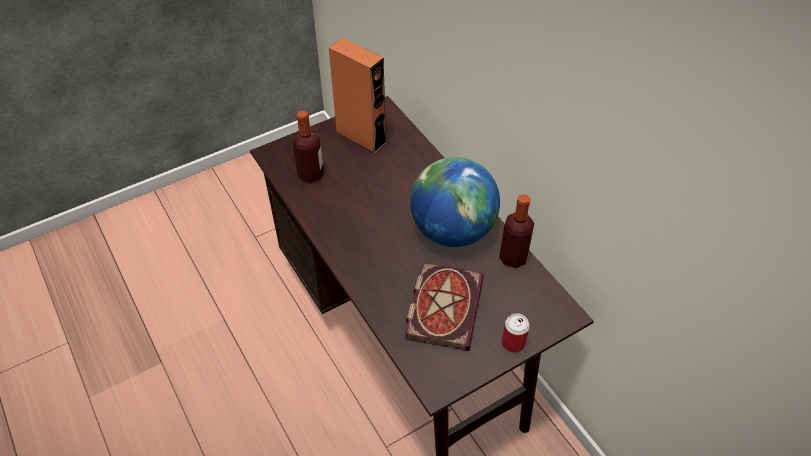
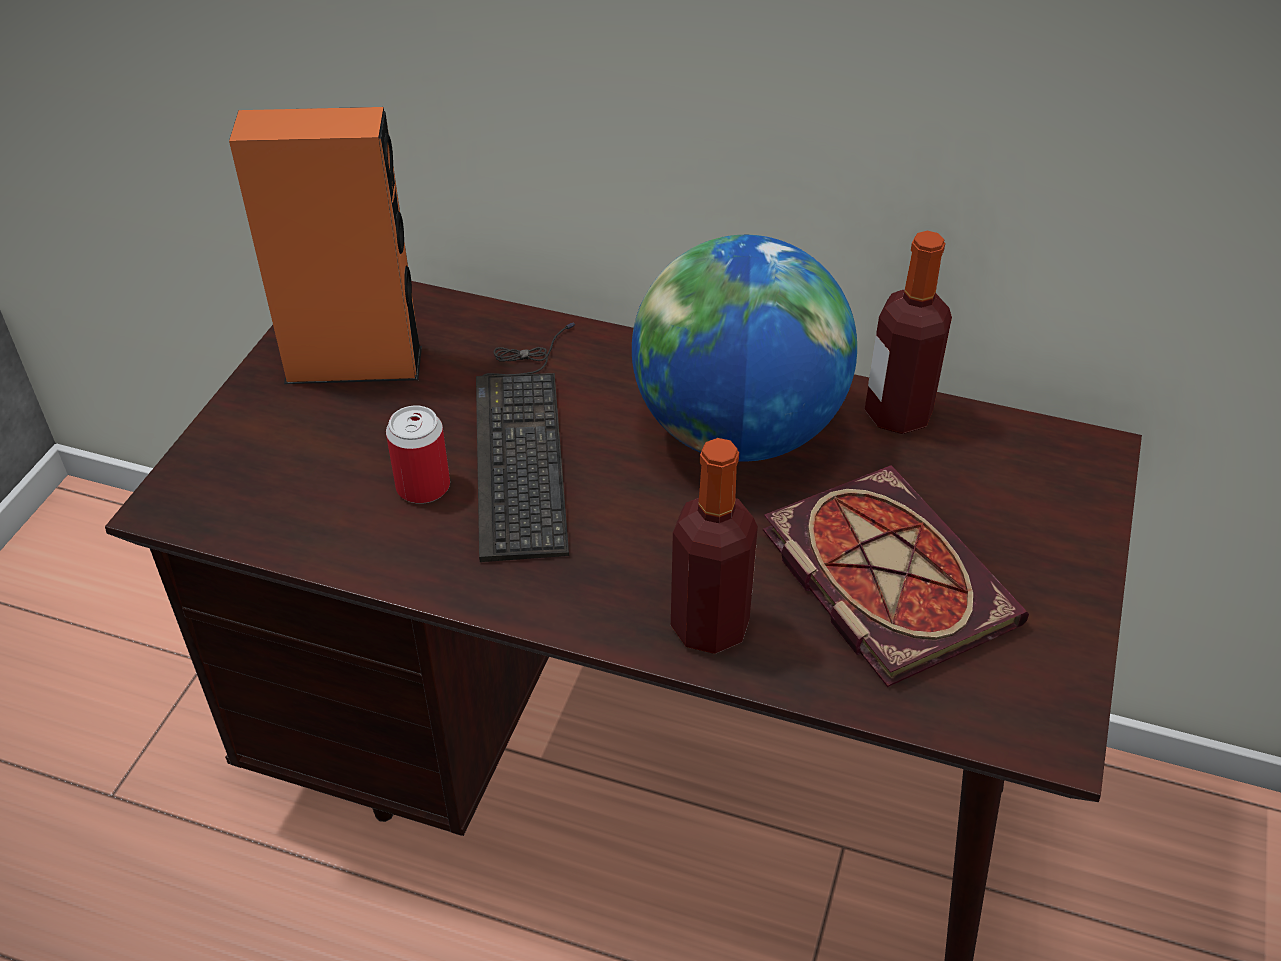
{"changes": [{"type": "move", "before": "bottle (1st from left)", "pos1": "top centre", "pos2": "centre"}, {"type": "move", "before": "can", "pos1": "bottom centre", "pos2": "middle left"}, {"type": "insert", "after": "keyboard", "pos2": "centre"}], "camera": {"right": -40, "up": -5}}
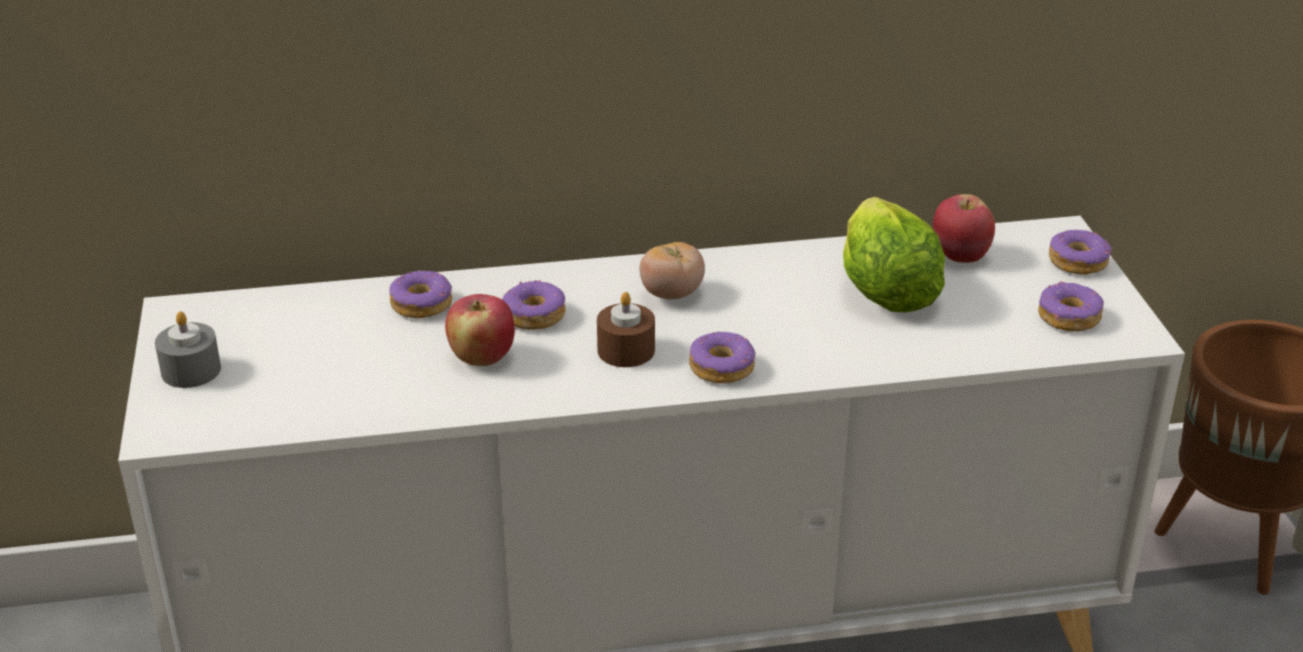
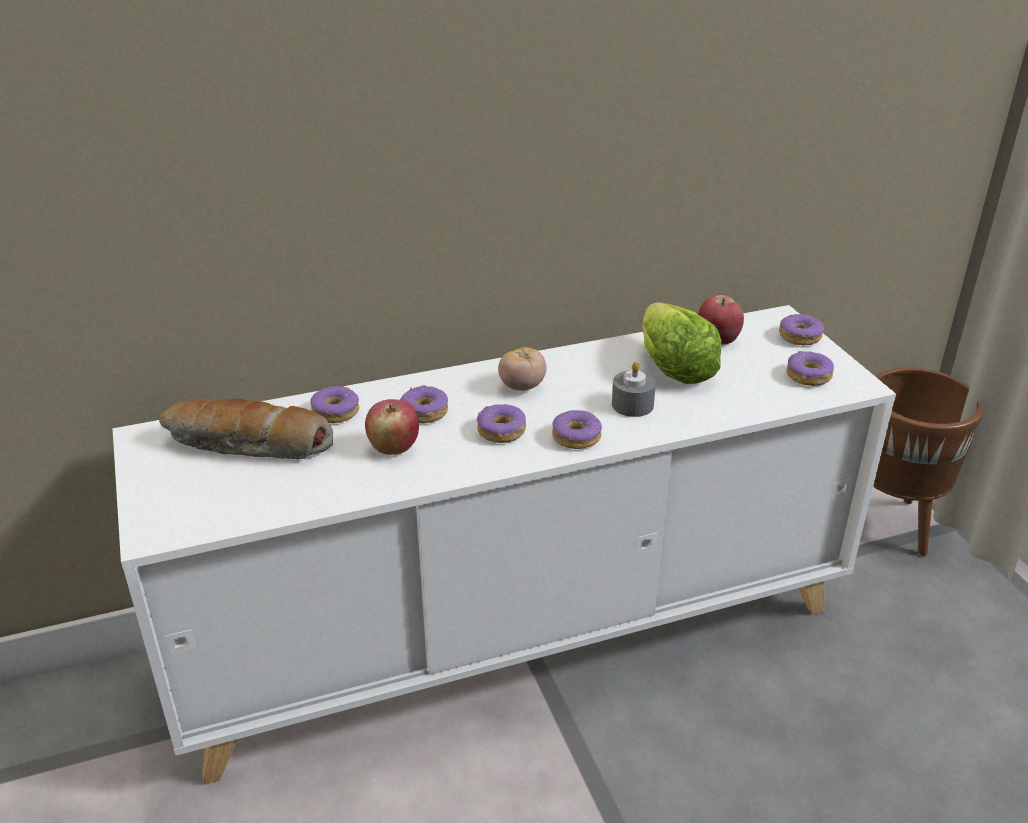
{"changes": [{"type": "move", "before": "grey candle", "pos1": "middle left", "pos2": "centre"}, {"type": "replace", "before": "brown candle", "after": "donut (3rd from left)", "pos1": "centre", "pos2": "centre"}, {"type": "insert", "after": "bread", "pos2": "middle left"}], "camera": {"right": -10, "up": 0}}
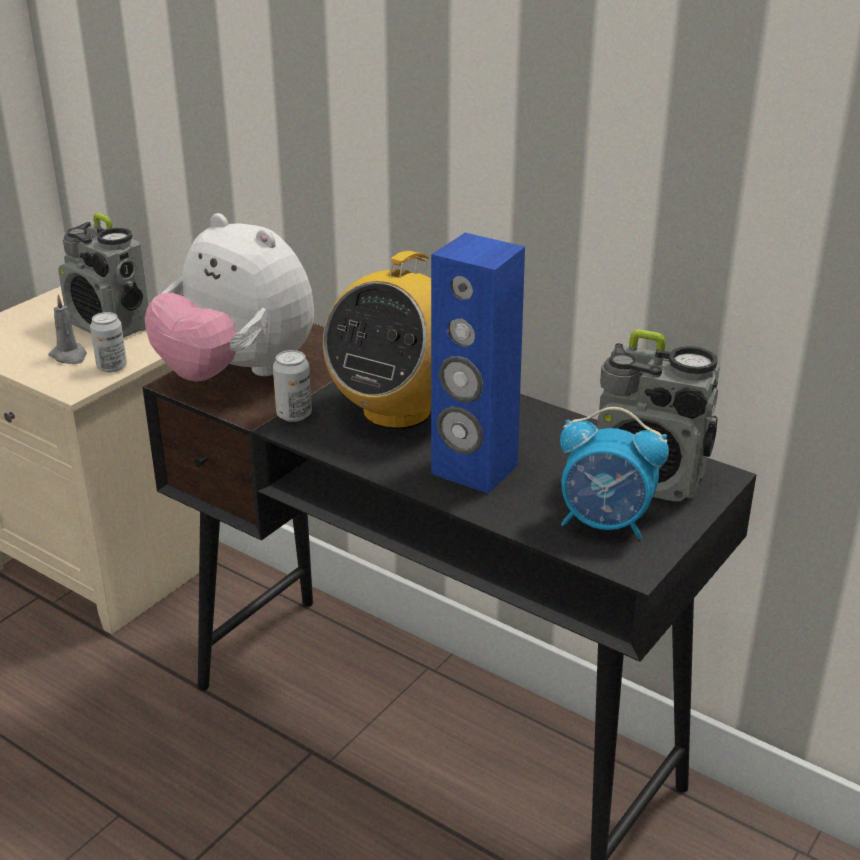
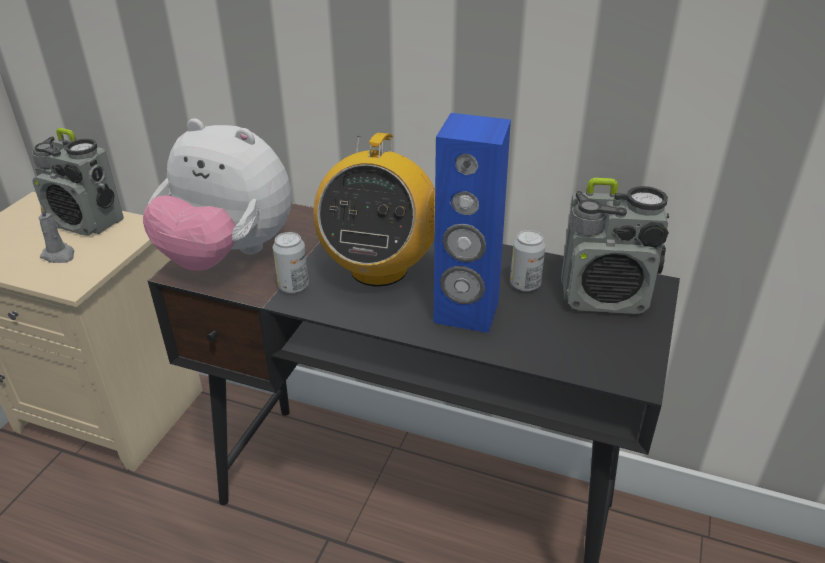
{"changes": [{"type": "move", "before": "can (1st from left in the first image)", "after": "can (2nd from left)", "pos1": "middle left", "pos2": "centre"}, {"type": "delete", "before": "alarm clock", "pos1": "middle right"}], "camera": {"right": -15, "up": 5}}
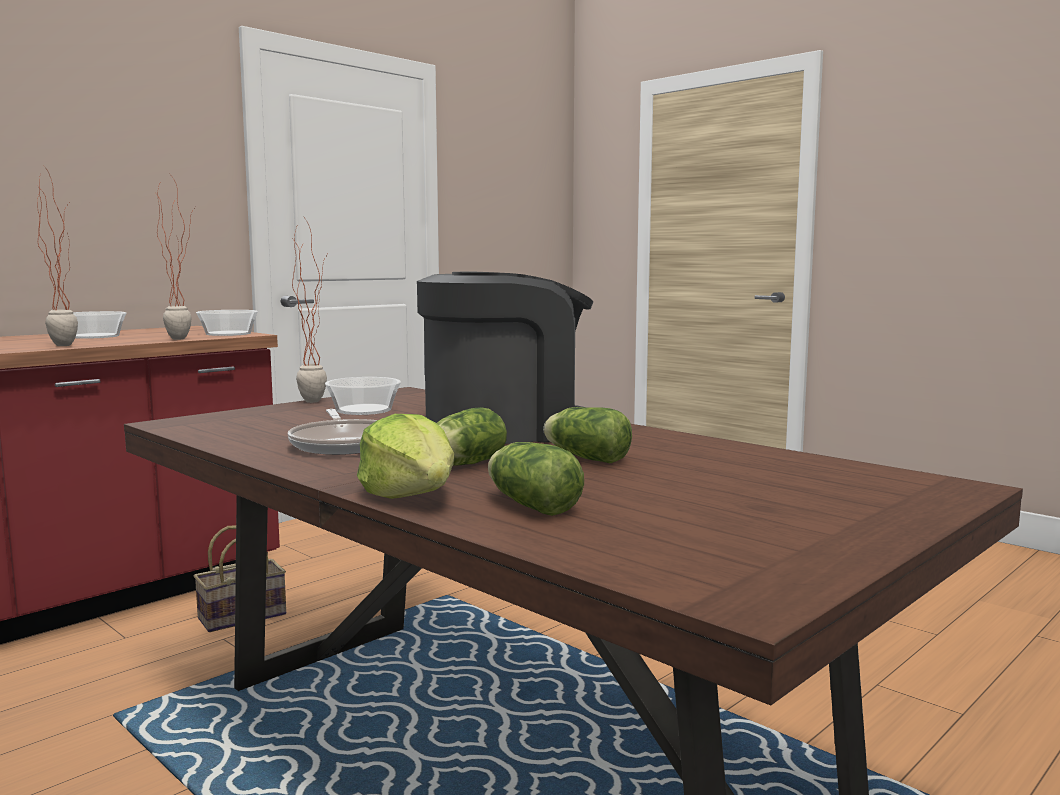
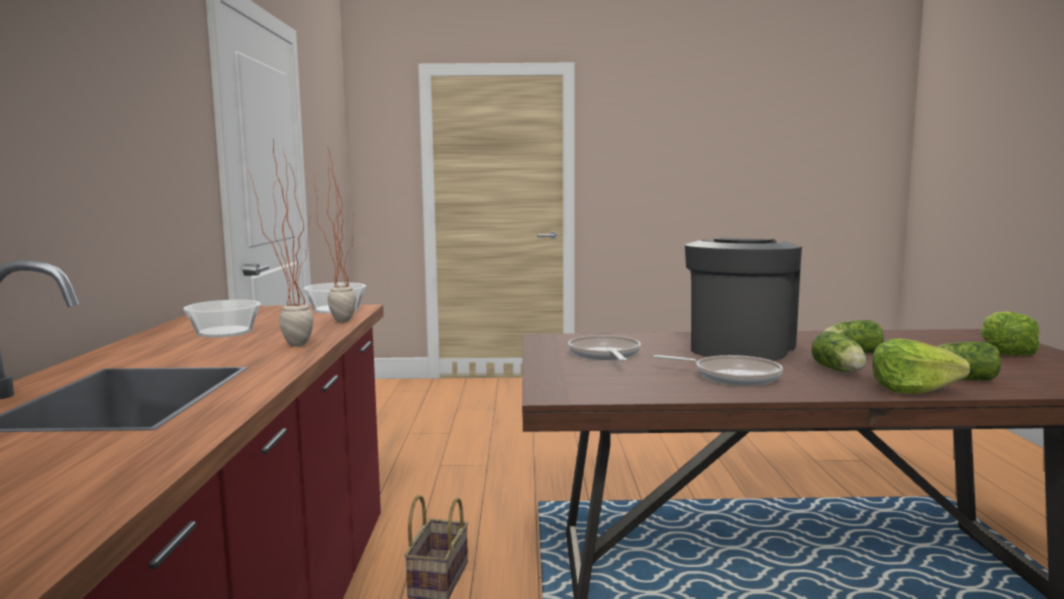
{"changes": [{"type": "delete", "before": "potted plant (3rd from left)", "pos1": "middle left"}, {"type": "replace", "before": "bowl (3rd from left)", "after": "frying pan (1st from left)", "pos1": "centre", "pos2": "centre"}, {"type": "insert", "after": "lettuce (5th from left)", "pos2": "middle right"}], "camera": {"right": -45, "up": 0}}
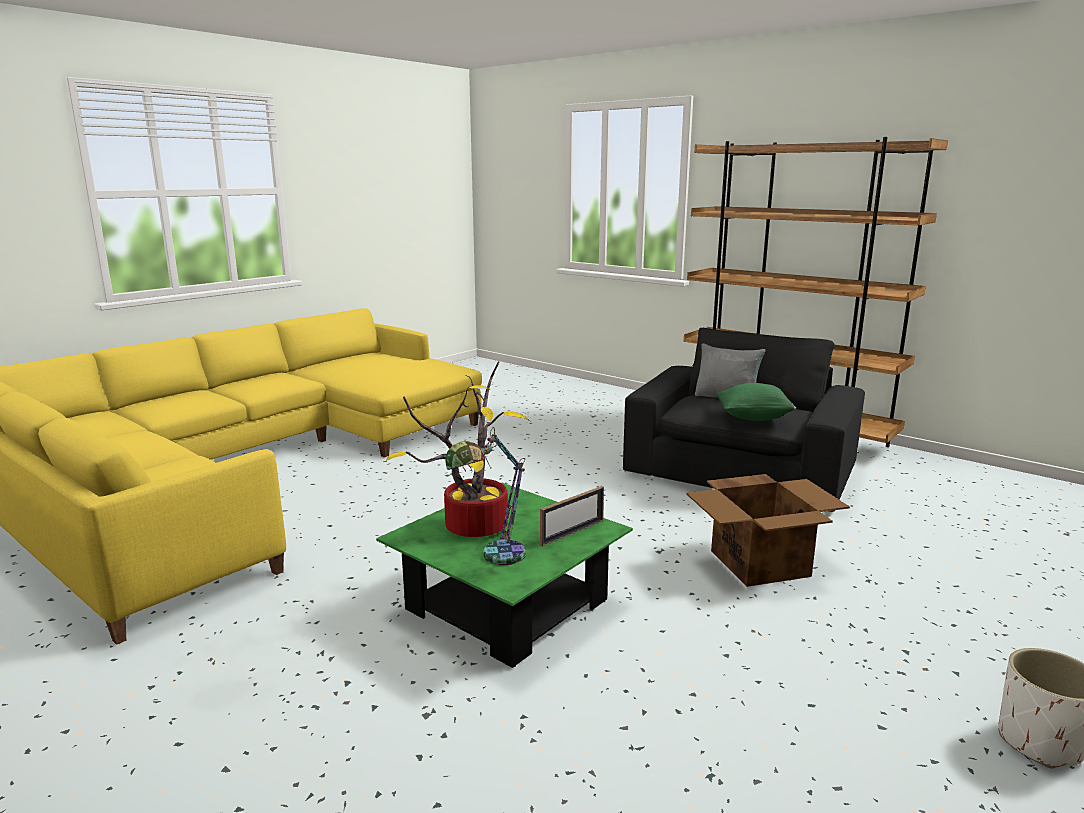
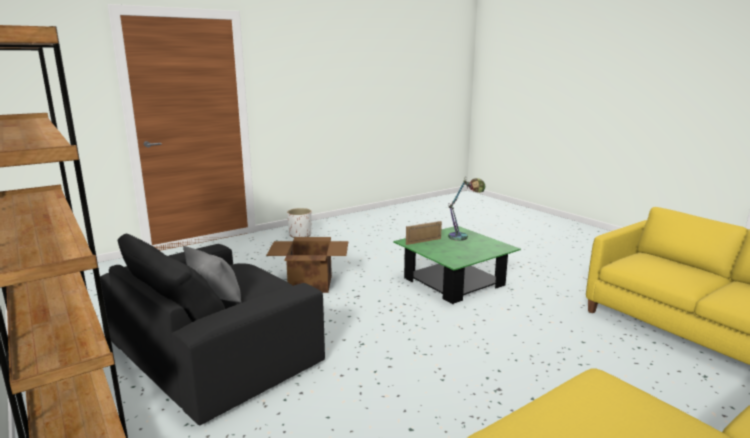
{"changes": [{"type": "delete", "before": "potted plant", "pos1": "centre"}, {"type": "delete", "before": "green pillow", "pos1": "middle right"}], "camera": {"right": -165, "up": 0}}
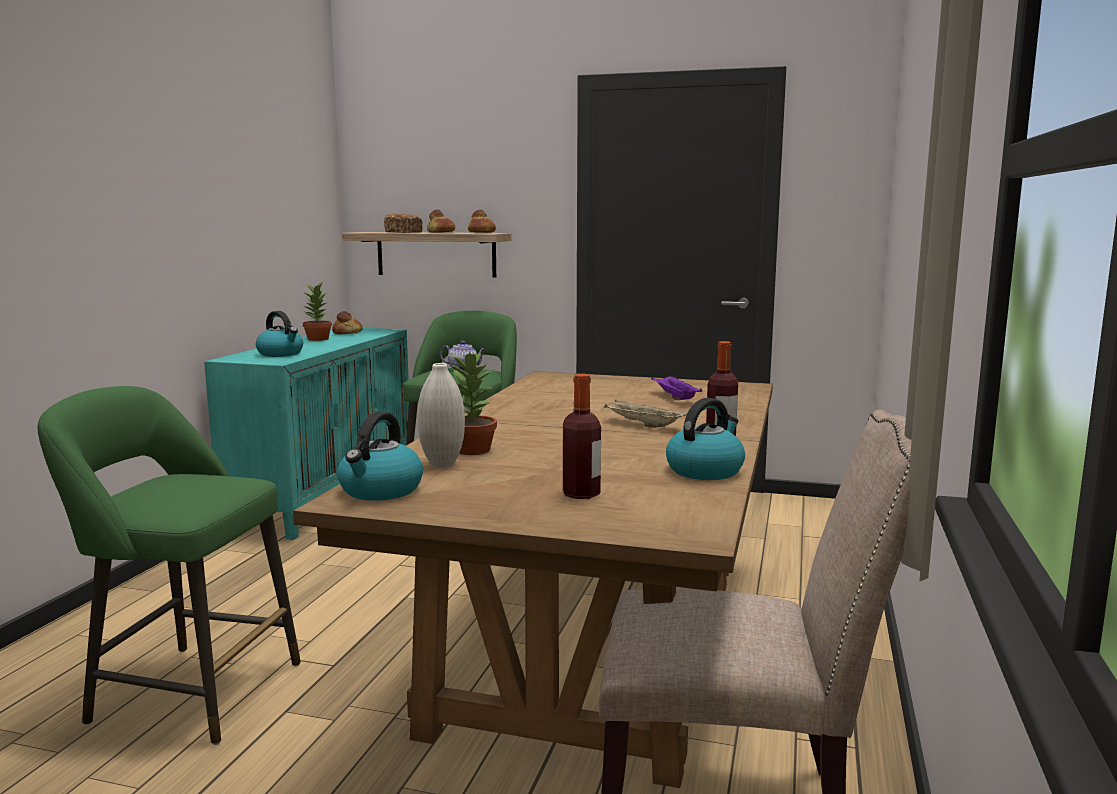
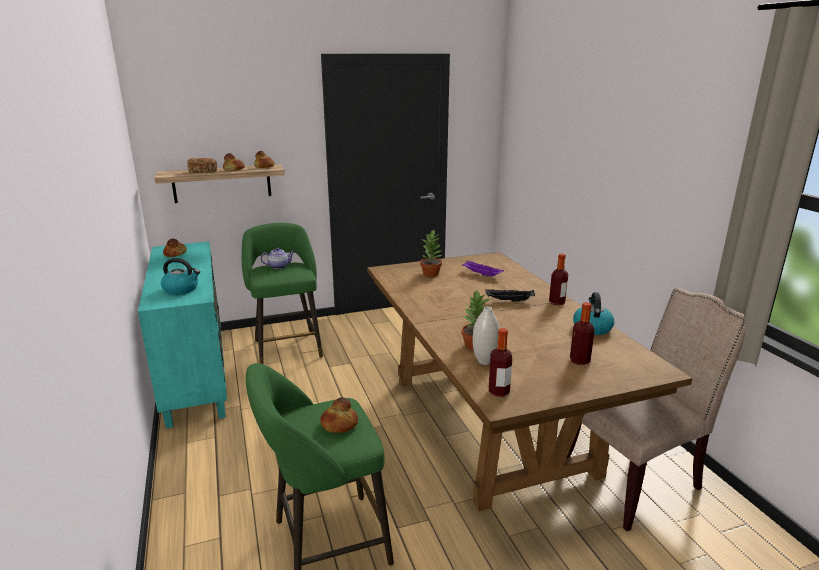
{"changes": [{"type": "move", "before": "potted plant (1st from left)", "pos1": "middle left", "pos2": "centre"}, {"type": "replace", "before": "kettle (2nd from left)", "after": "bottle (1st from left)", "pos1": "centre", "pos2": "centre"}, {"type": "recolor", "before": "beige tray", "after": "black tray", "pos1": "centre", "pos2": "centre"}, {"type": "insert", "after": "bread (5th from left)", "pos2": "bottom centre"}], "camera": {"right": -35, "up": 10}}
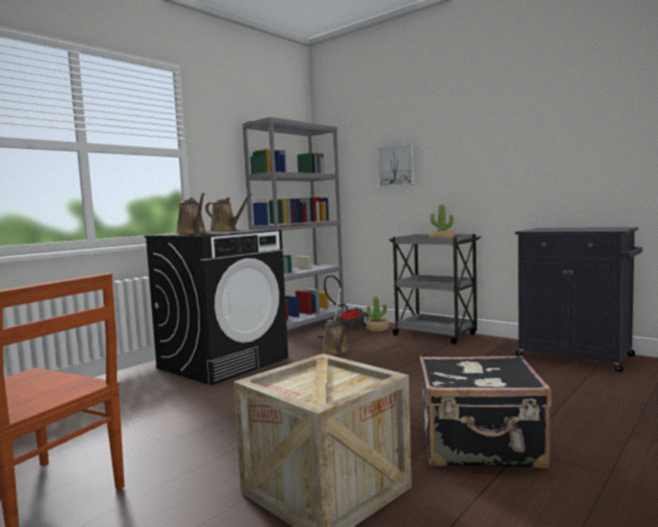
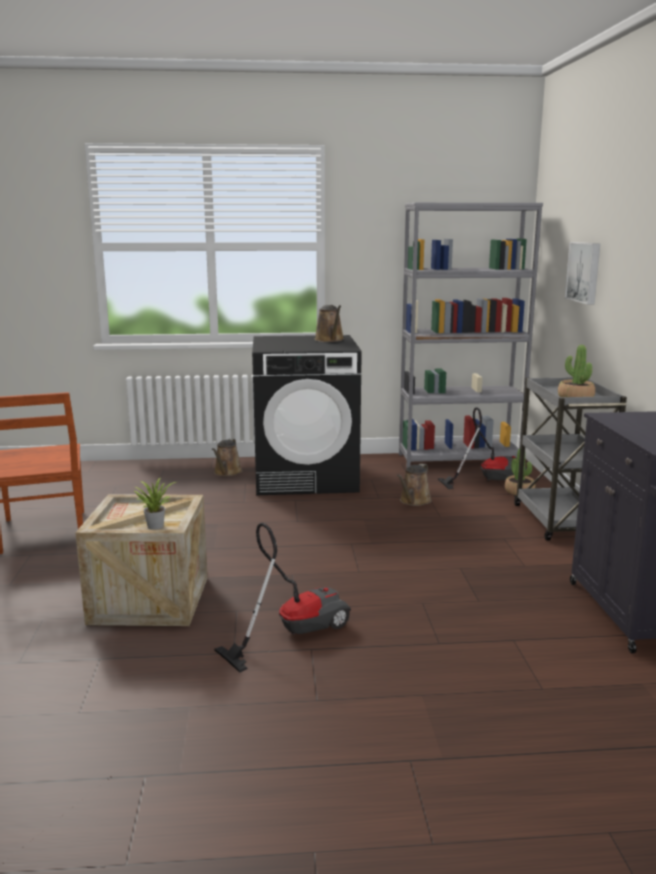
{"changes": [{"type": "move", "before": "brown watering can (1st from left)", "pos1": "middle left", "pos2": "centre"}, {"type": "replace", "before": "black suitcase", "after": "vacuum cleaner (1st from left)", "pos1": "bottom right", "pos2": "bottom centre"}, {"type": "insert", "after": "potted plant (1st from left)", "pos2": "middle left"}], "camera": {"right": 45, "up": 10}}
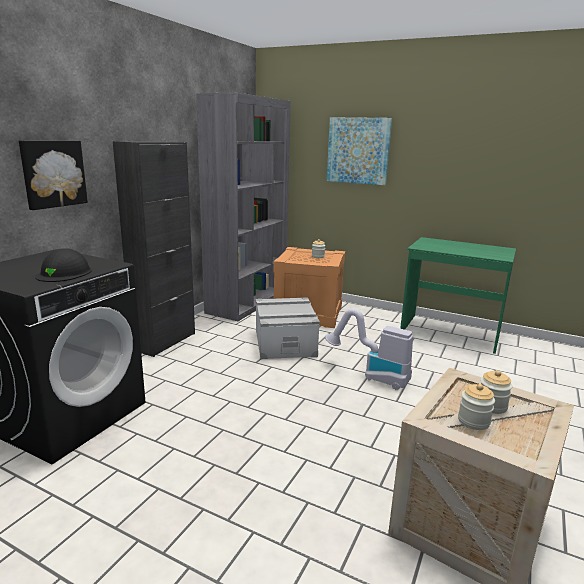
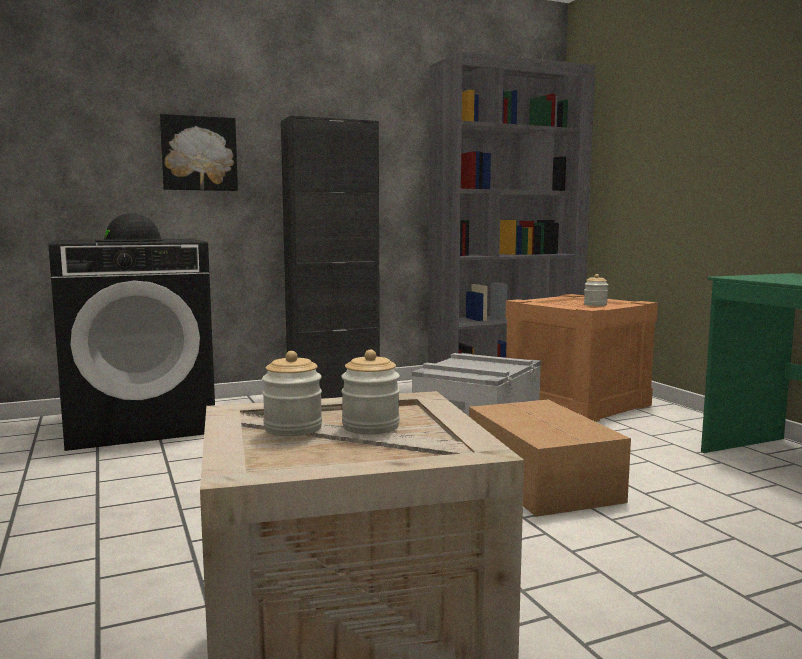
{"changes": [{"type": "replace", "before": "vacuum cleaner", "after": "cardboard box", "pos1": "centre", "pos2": "bottom right"}, {"type": "delete", "before": "picture (2nd from left)", "pos1": "top centre"}], "camera": {"right": 40, "up": -10}}
